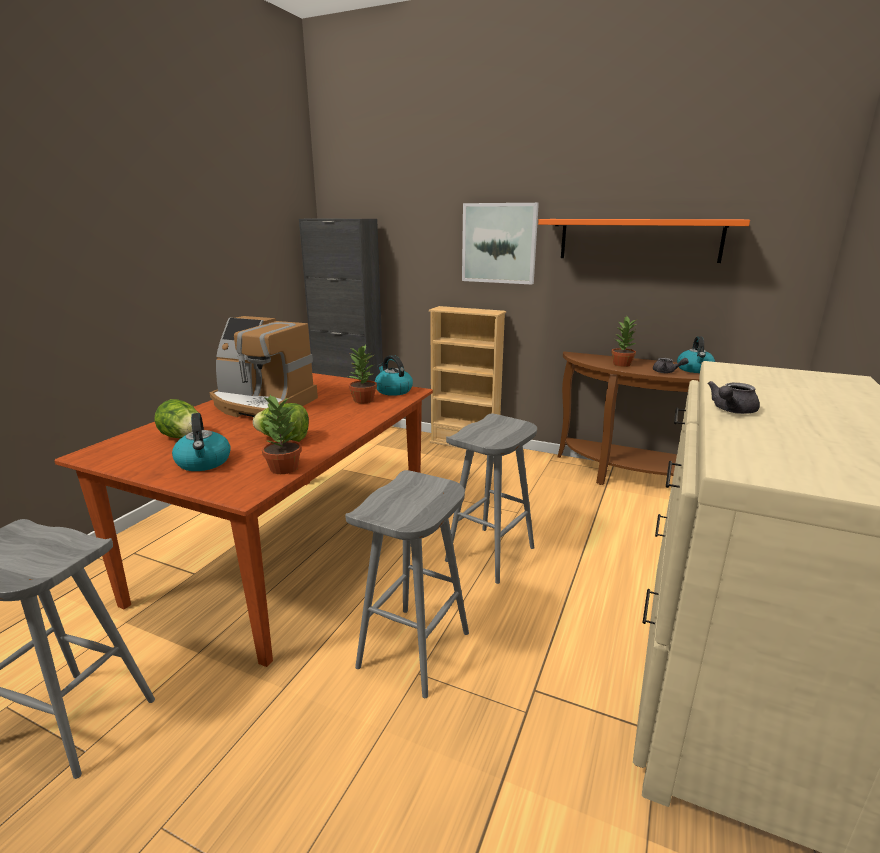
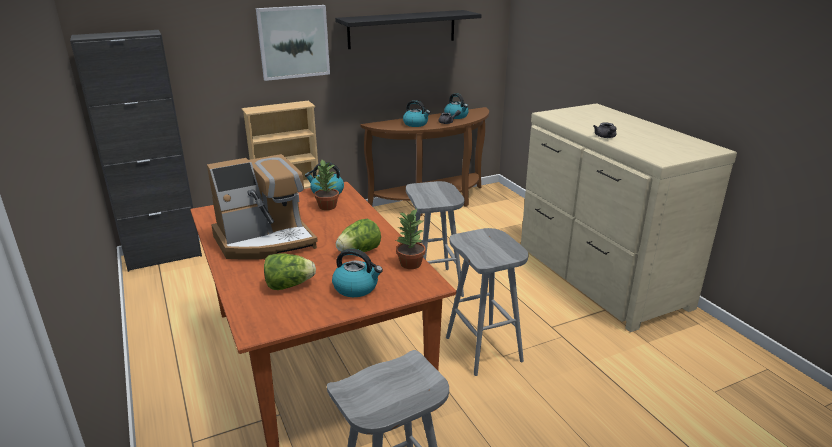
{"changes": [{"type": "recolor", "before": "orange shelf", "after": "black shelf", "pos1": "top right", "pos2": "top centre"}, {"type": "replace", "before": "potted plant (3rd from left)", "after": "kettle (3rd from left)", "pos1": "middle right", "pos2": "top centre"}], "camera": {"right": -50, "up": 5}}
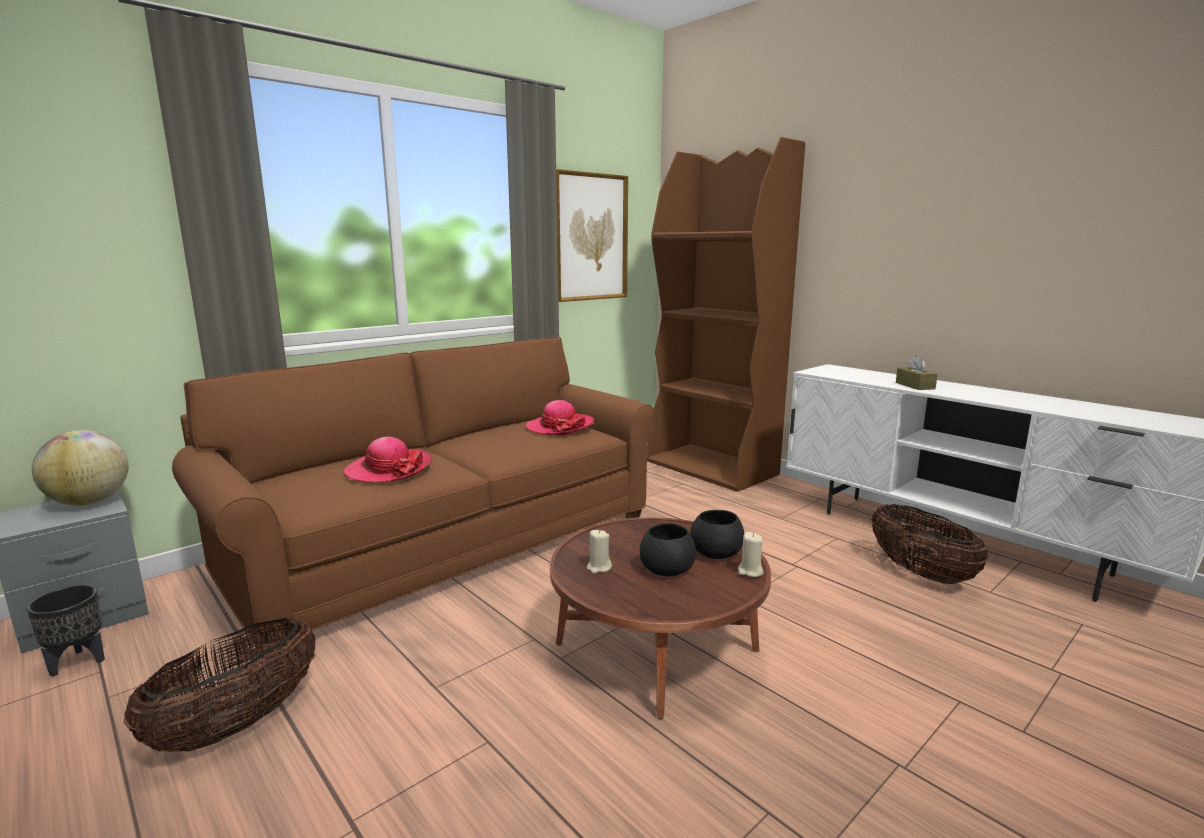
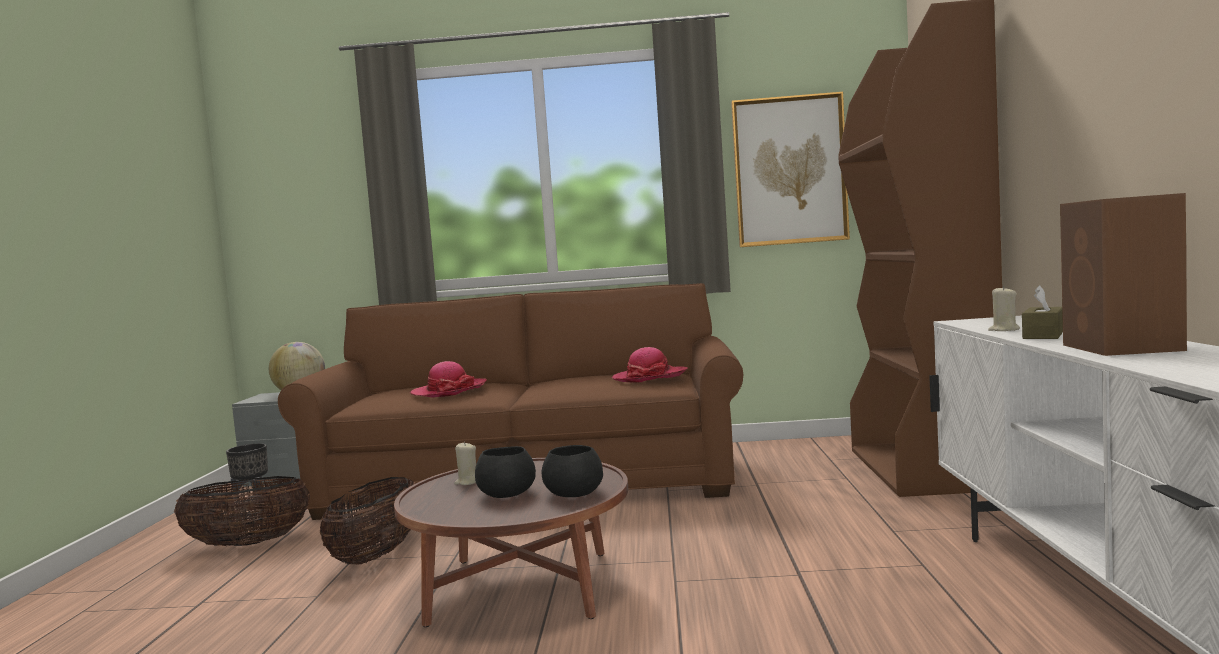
{"changes": [{"type": "move", "before": "beige candle (2nd from left)", "pos1": "centre", "pos2": "middle right"}, {"type": "move", "before": "basket (2nd from left)", "pos1": "middle right", "pos2": "bottom left"}, {"type": "insert", "after": "brown speaker", "pos2": "middle right"}], "camera": {"right": 45, "up": -10}}
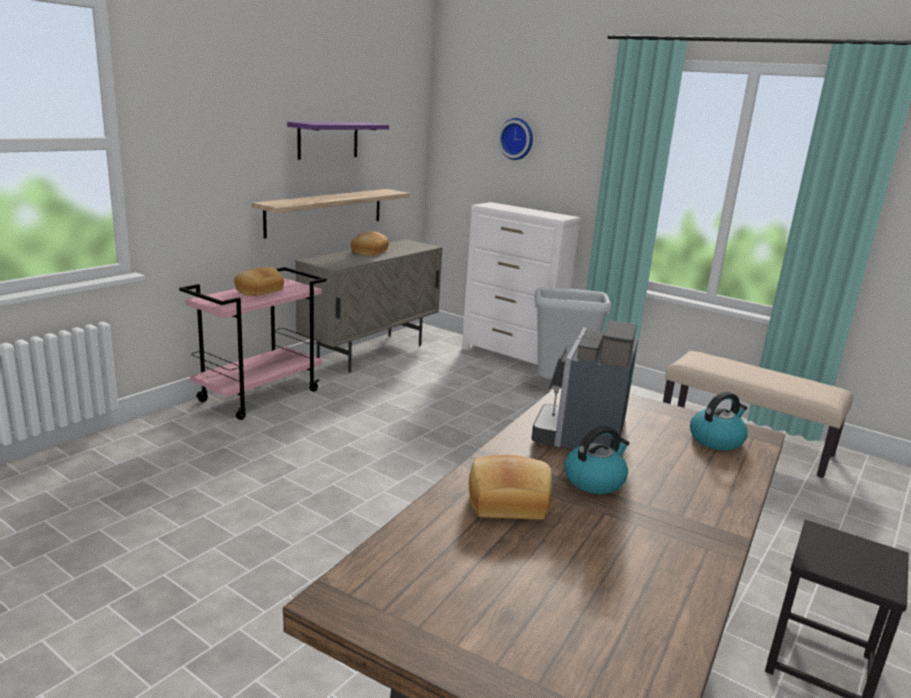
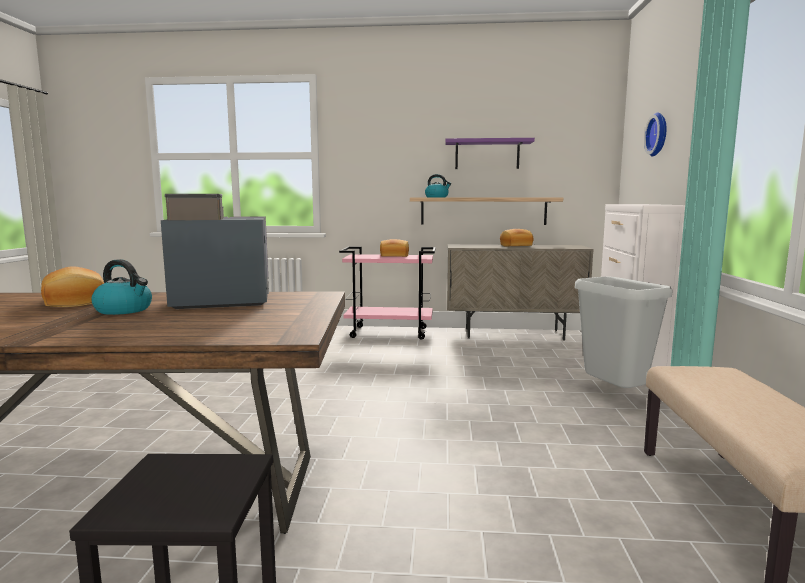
{"changes": [{"type": "move", "before": "kettle (2nd from left)", "pos1": "middle right", "pos2": "top centre"}], "camera": {"right": 60, "up": -10}}
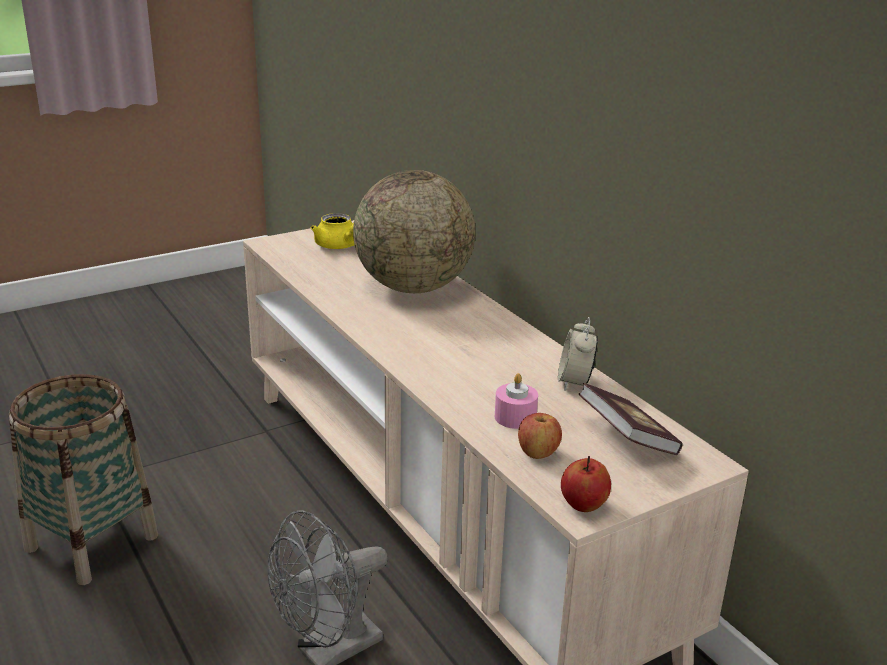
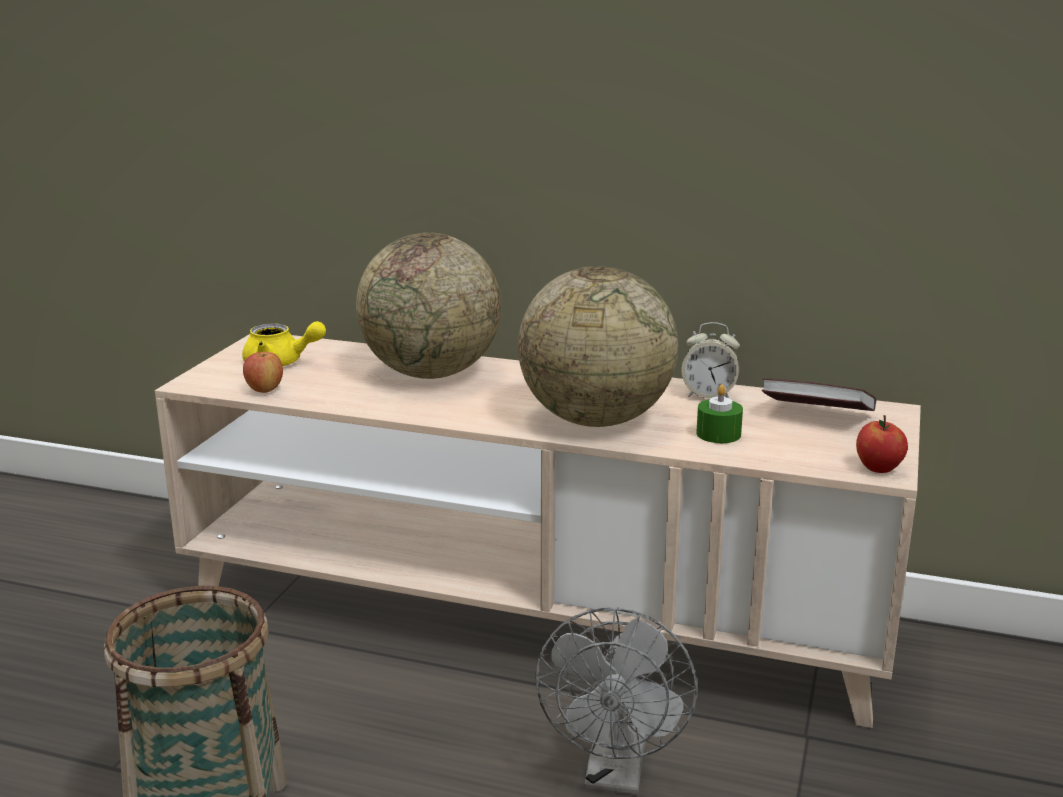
{"changes": [{"type": "recolor", "before": "pink candle", "after": "green candle", "pos1": "centre", "pos2": "middle right"}, {"type": "move", "before": "apple (1st from left)", "pos1": "centre", "pos2": "middle left"}, {"type": "rotate", "before": "alarm clock", "pos1": "centre", "pos2": "middle right", "turn": -45}, {"type": "insert", "after": "globe (2nd from left)", "pos2": "centre"}], "camera": {"right": -40, "up": -5}}
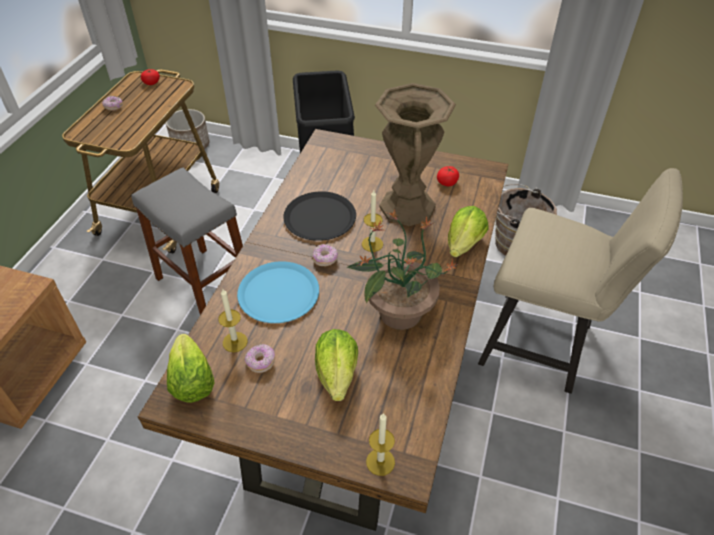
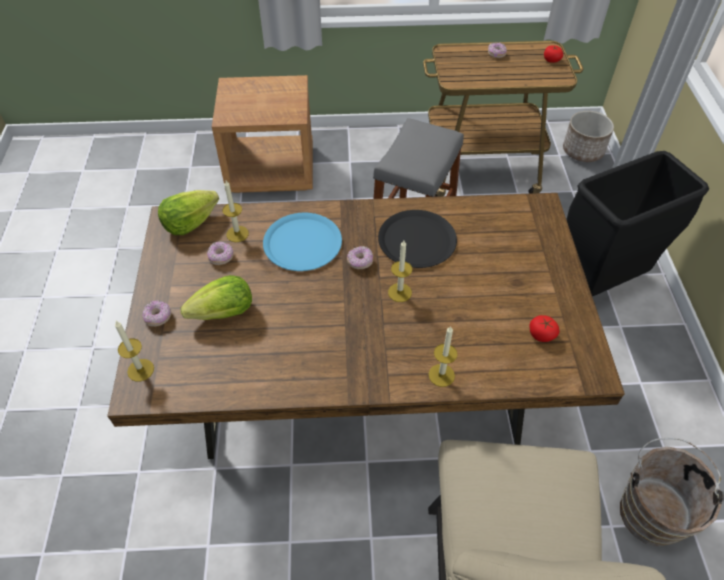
{"changes": [{"type": "delete", "before": "potted plant", "pos1": "centre"}, {"type": "delete", "before": "brown vase", "pos1": "top centre"}, {"type": "replace", "before": "lettuce (3rd from left)", "after": "candle (4th from left)", "pos1": "centre", "pos2": "centre"}, {"type": "insert", "after": "donut (1st from left)", "pos2": "middle left"}], "camera": {"right": 70, "up": 5}}
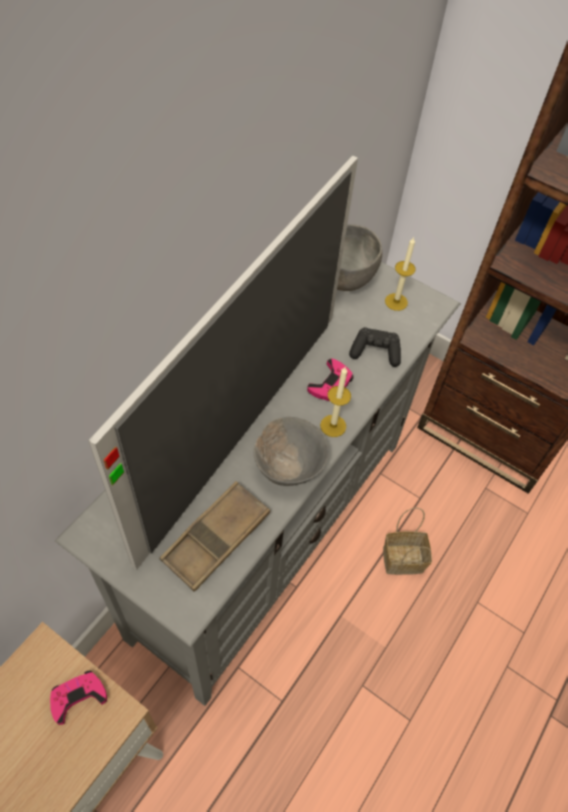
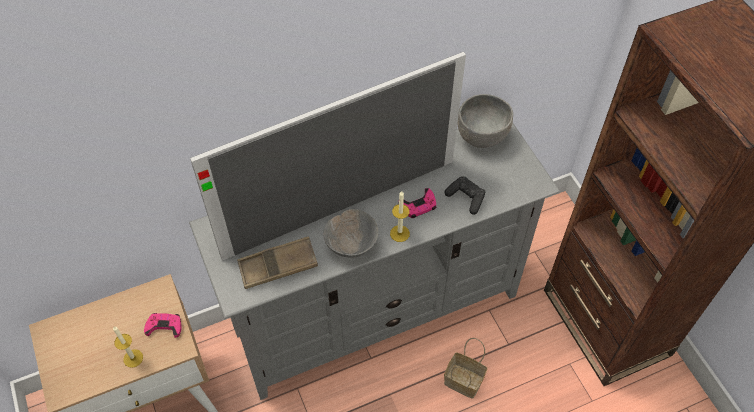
{"changes": [{"type": "move", "before": "candle (2nd from left in the first image)", "after": "candle (1st from left)", "pos1": "middle right", "pos2": "bottom left"}], "camera": {"right": 35, "up": 0}}
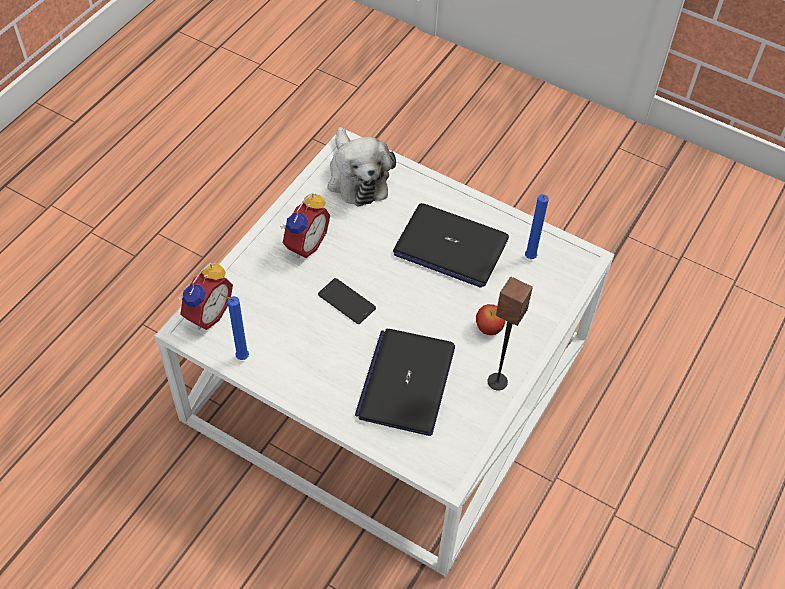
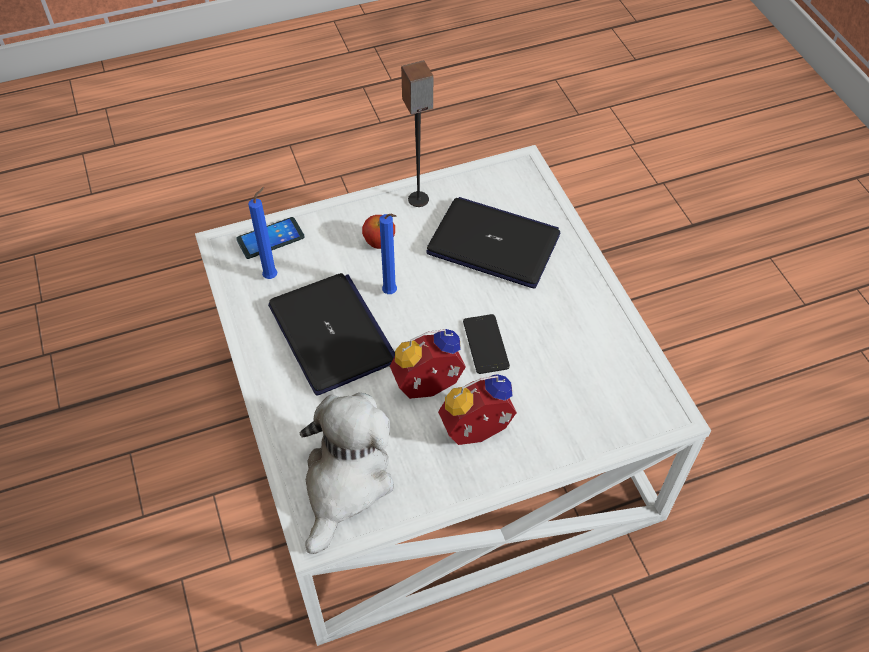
{"changes": [{"type": "move", "before": "alarm clock (1st from left)", "pos1": "middle left", "pos2": "centre"}, {"type": "move", "before": "blue candle (1st from left in the first image)", "after": "blue candle (2nd from left)", "pos1": "middle left", "pos2": "centre"}, {"type": "rotate", "before": "laptop (1st from left in the first image)", "pos1": "centre", "pos2": "centre", "turn": -120}, {"type": "insert", "after": "phone (1st from left)", "pos2": "middle left"}], "camera": {"right": -140, "up": 0}}
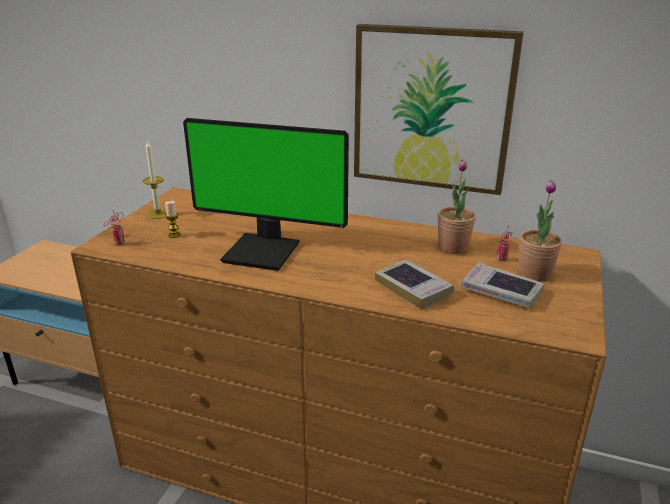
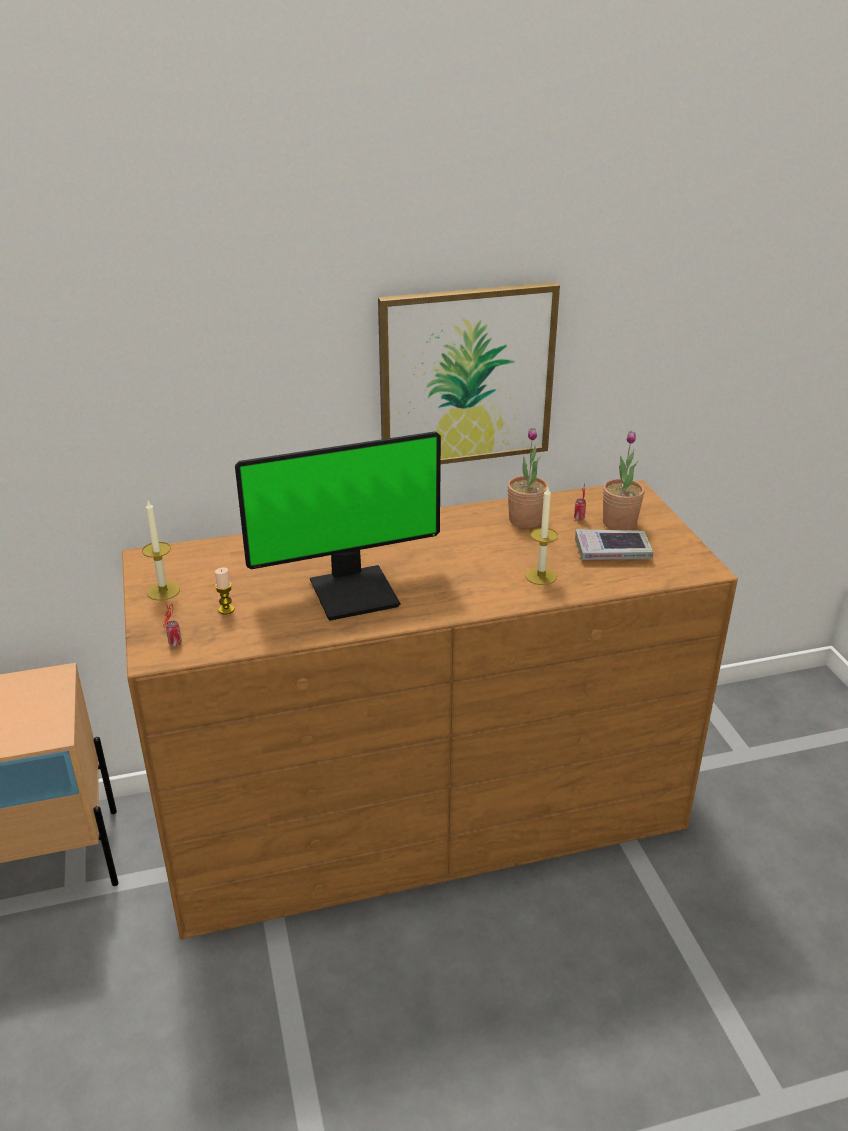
{"changes": [{"type": "replace", "before": "book (1st from left)", "after": "candle (3rd from left)", "pos1": "centre", "pos2": "centre"}], "camera": {"right": -35, "up": 5}}
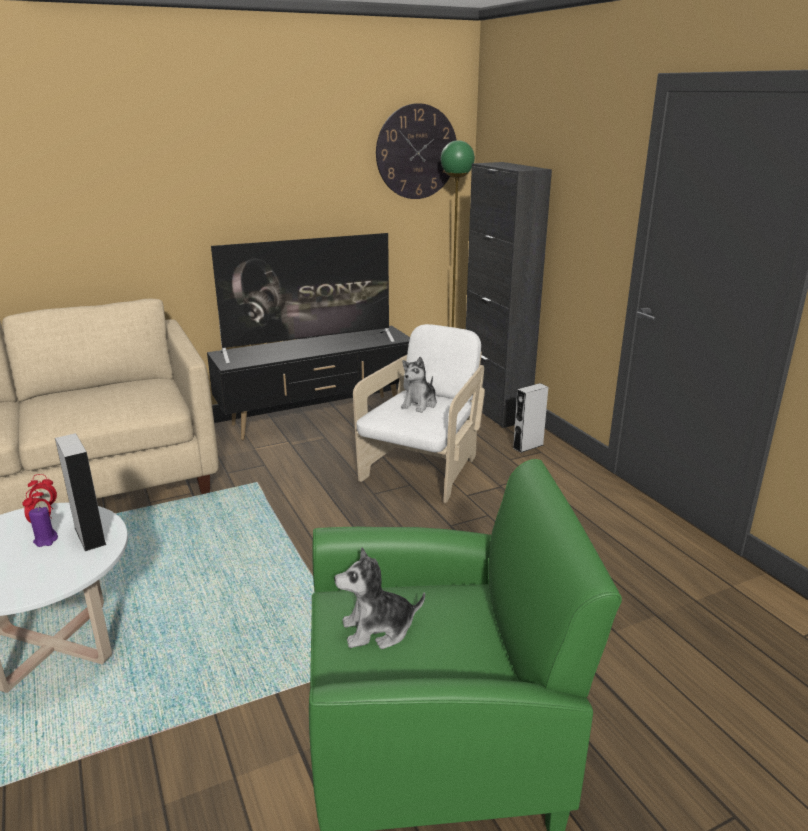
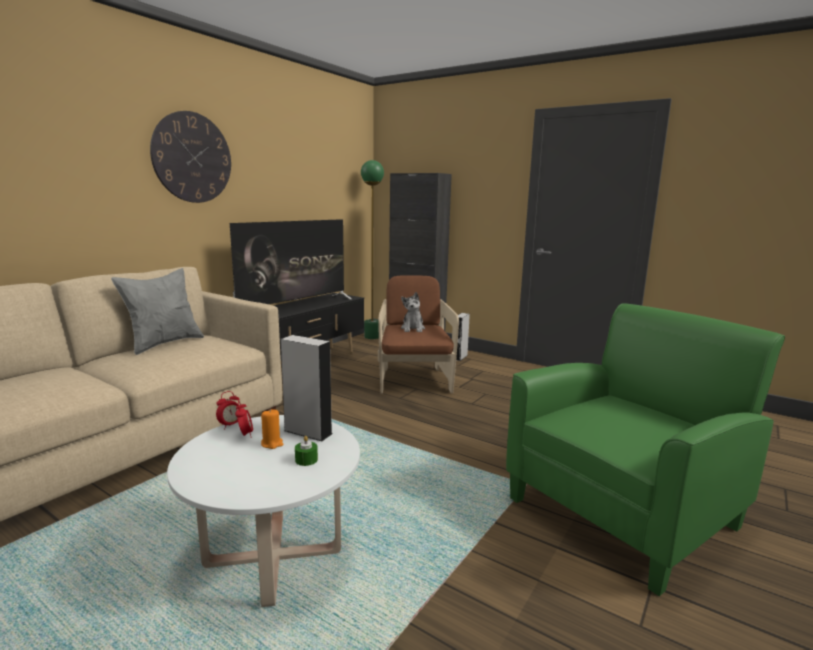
{"changes": [{"type": "recolor", "before": "purple candle", "after": "orange candle", "pos1": "middle left", "pos2": "centre"}, {"type": "delete", "before": "plush toy (1st from left)", "pos1": "bottom centre"}, {"type": "recolor", "before": "white armchair", "after": "brown armchair", "pos1": "centre", "pos2": "centre"}, {"type": "move", "before": "wall clock", "pos1": "top centre", "pos2": "top left"}, {"type": "insert", "after": "grey pillow", "pos2": "middle left"}, {"type": "insert", "after": "green candle", "pos2": "bottom centre"}], "camera": {"right": -30, "up": -10}}
